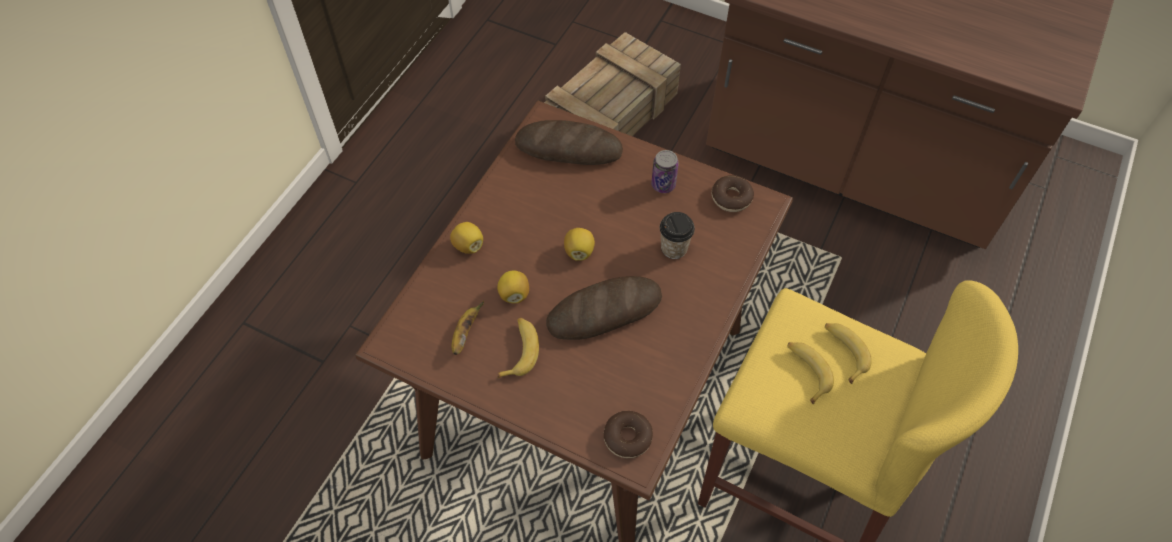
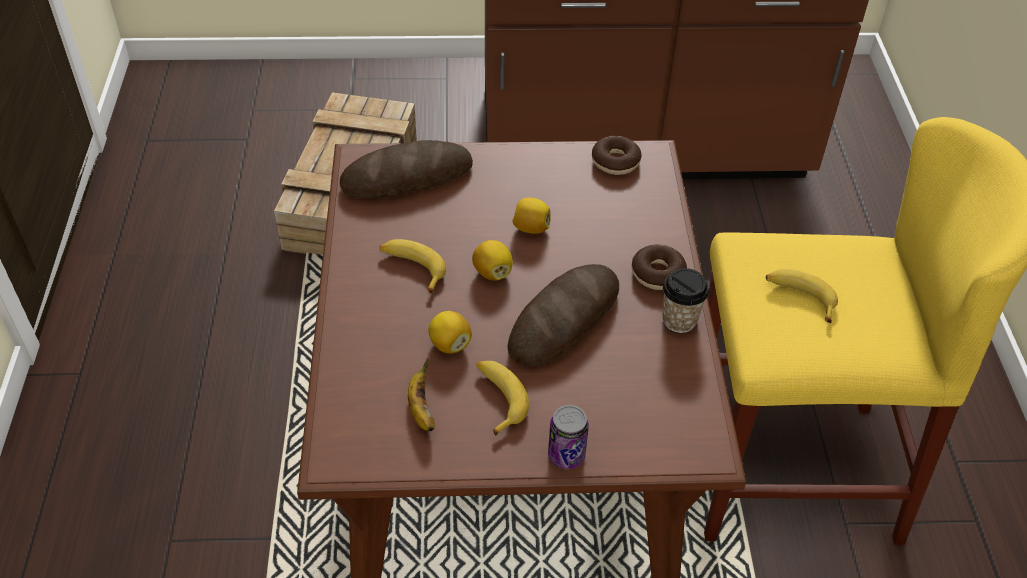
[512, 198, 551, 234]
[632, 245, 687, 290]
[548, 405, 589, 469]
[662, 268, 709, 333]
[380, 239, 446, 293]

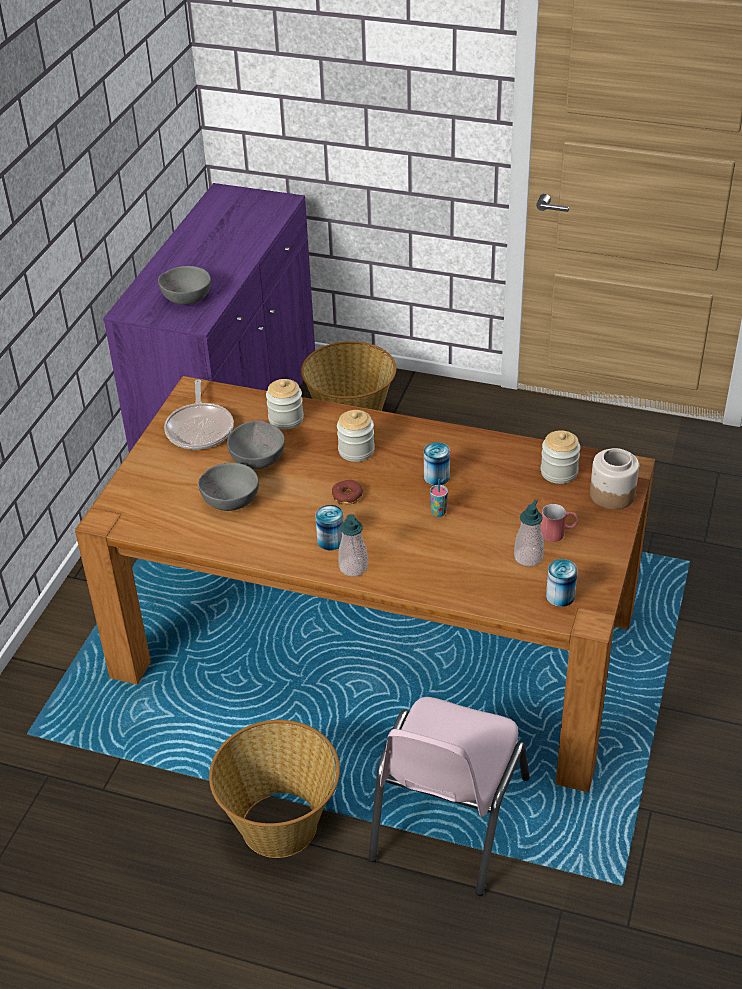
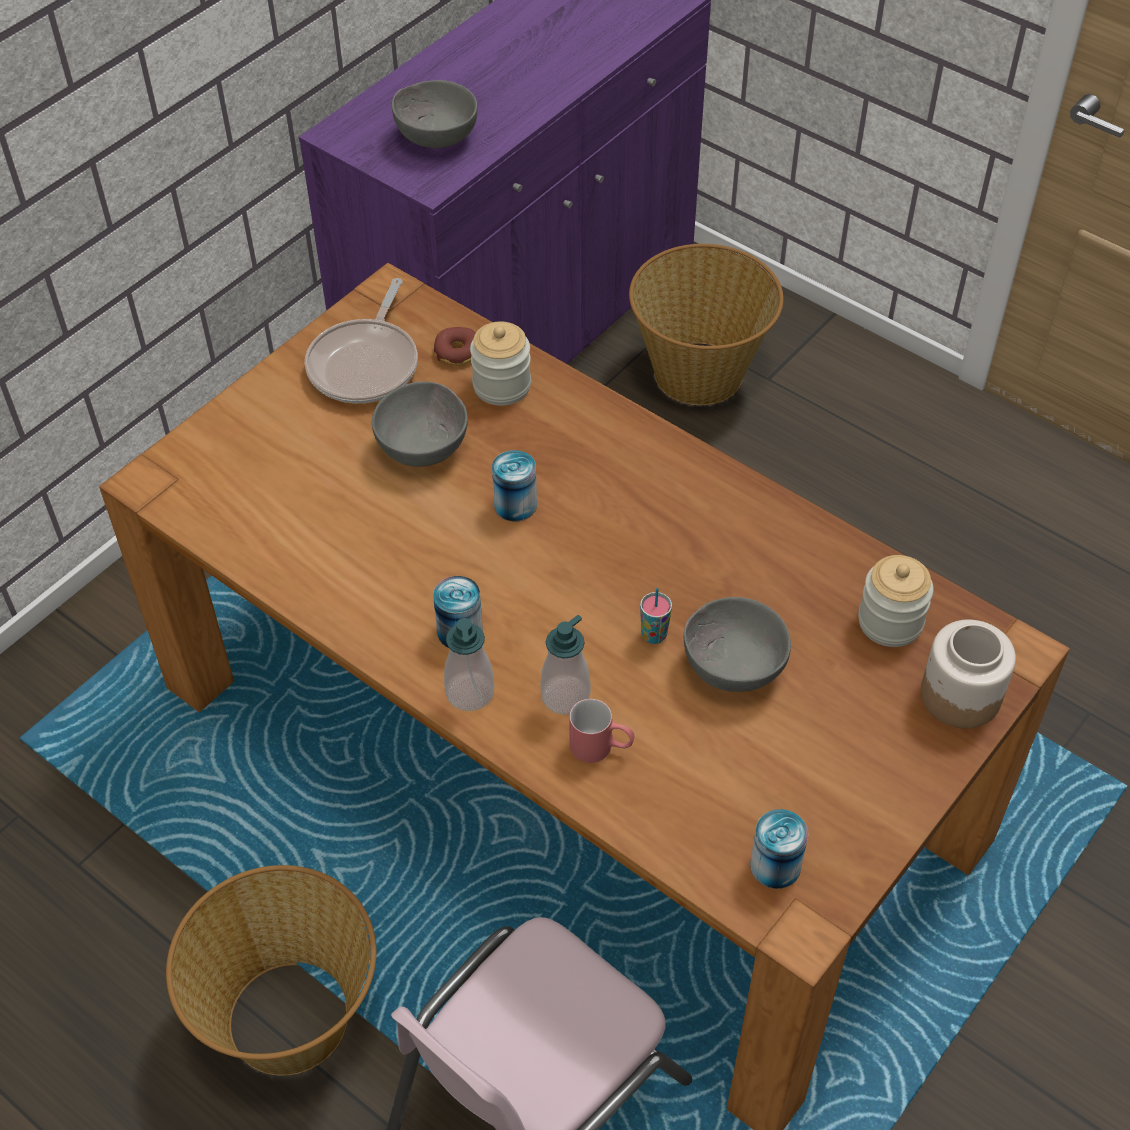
[337, 410, 375, 462] (first image)
[684, 597, 791, 692]
[434, 327, 476, 365]
[492, 450, 537, 521]
[540, 615, 590, 715]
[569, 699, 634, 763]

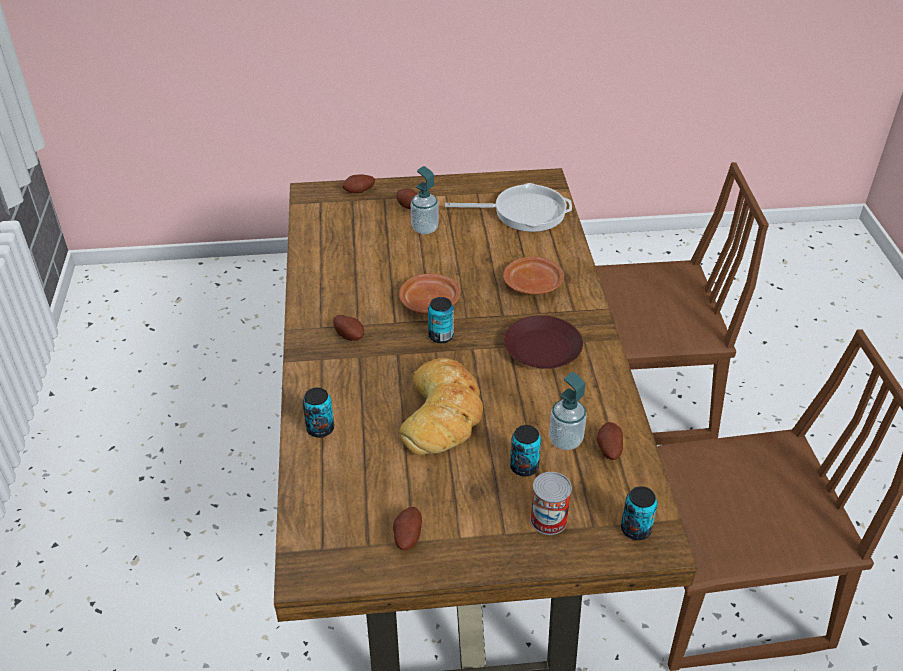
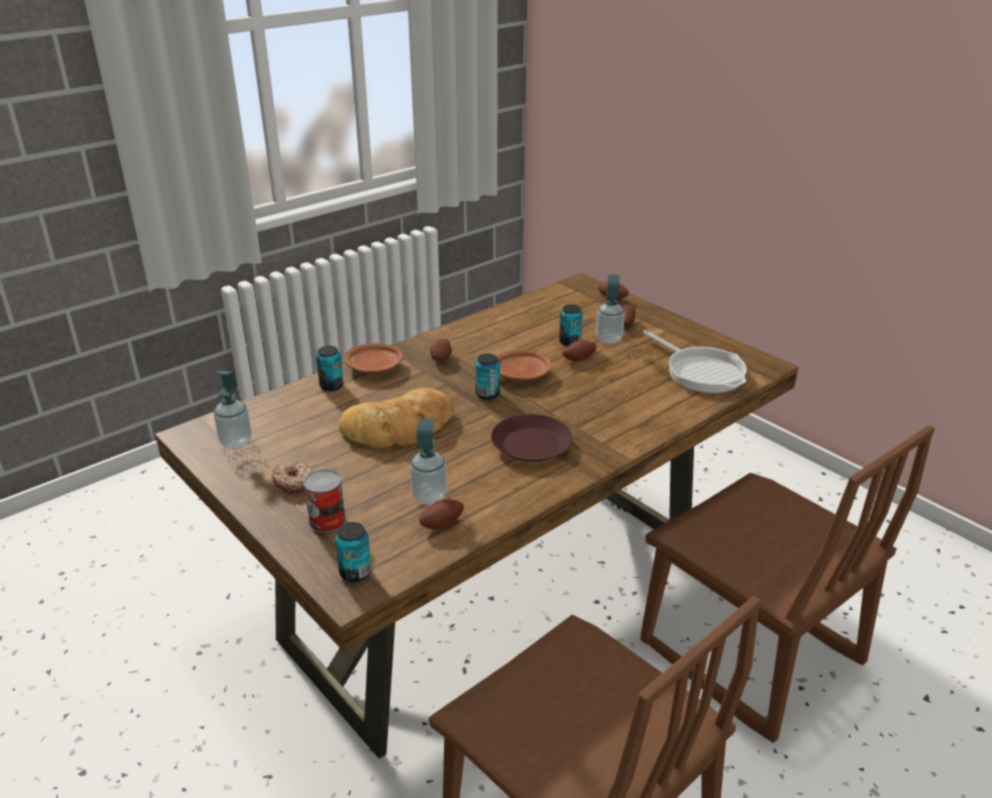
[213, 371, 252, 449]
[272, 461, 313, 494]
[562, 341, 596, 361]
[344, 343, 403, 373]
[559, 304, 583, 346]

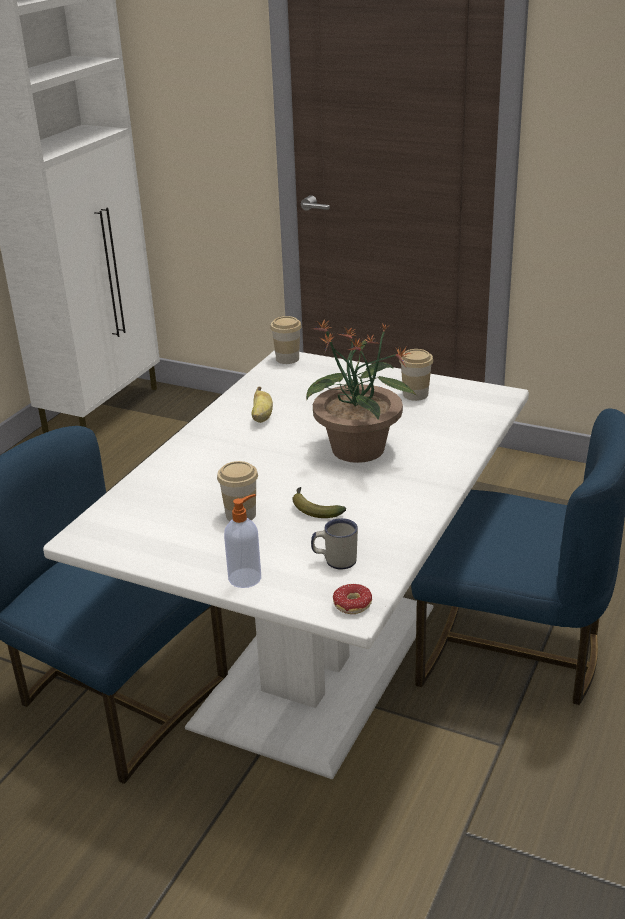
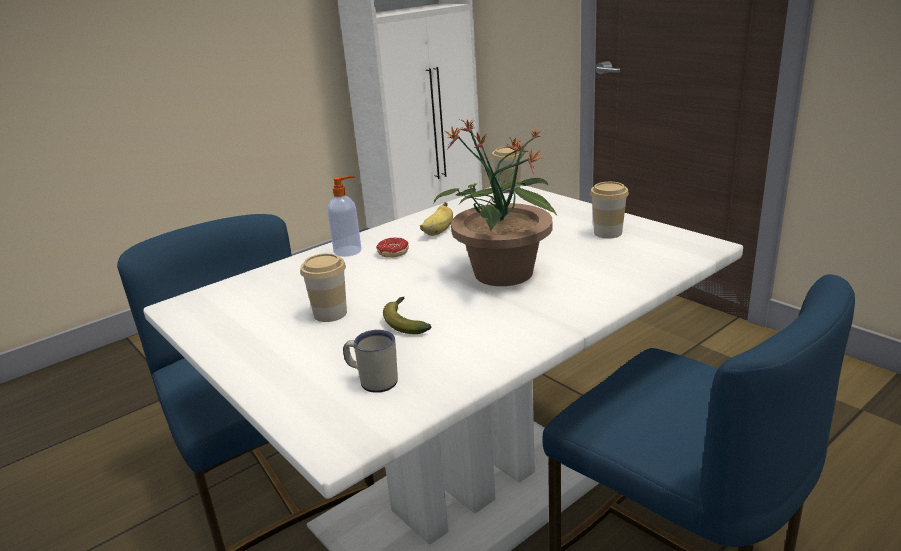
[327, 176, 361, 257]
[376, 237, 409, 258]

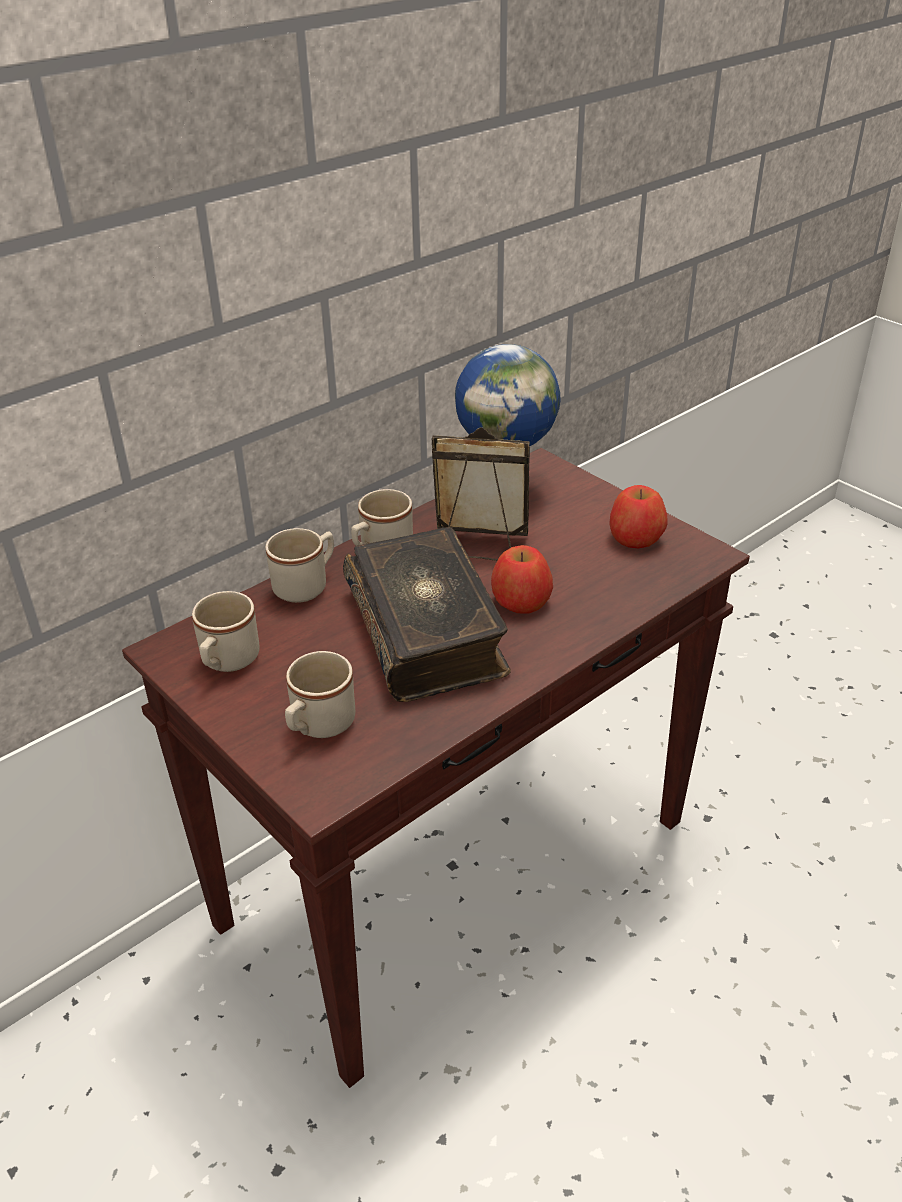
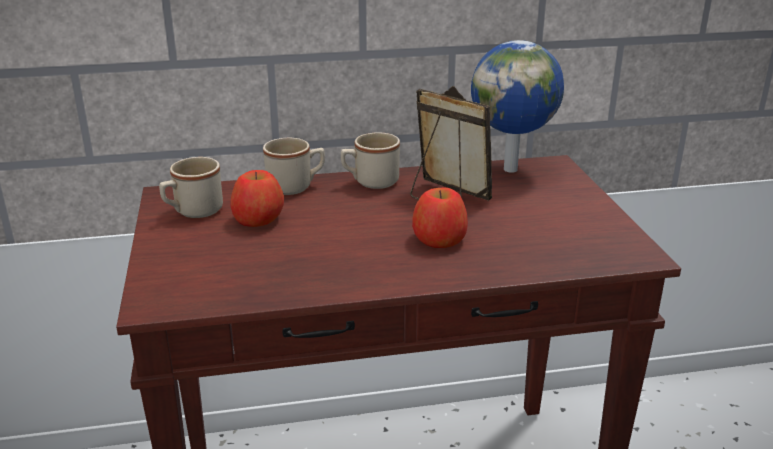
[285, 651, 355, 738] (first image)
[343, 527, 511, 702] (first image)
[230, 170, 284, 227]

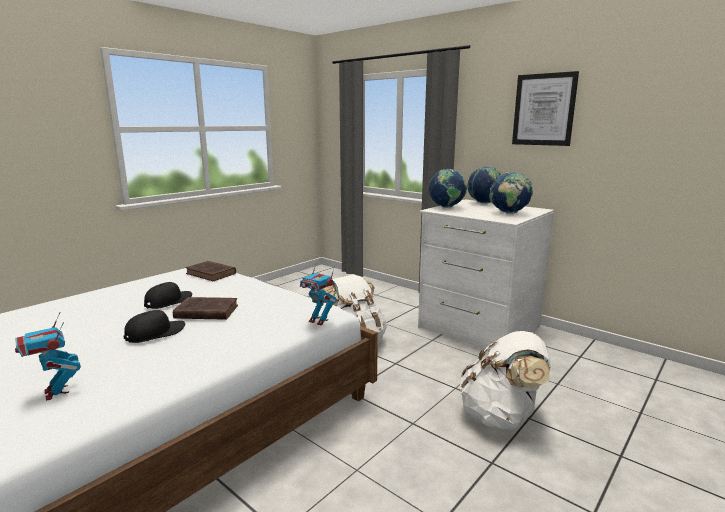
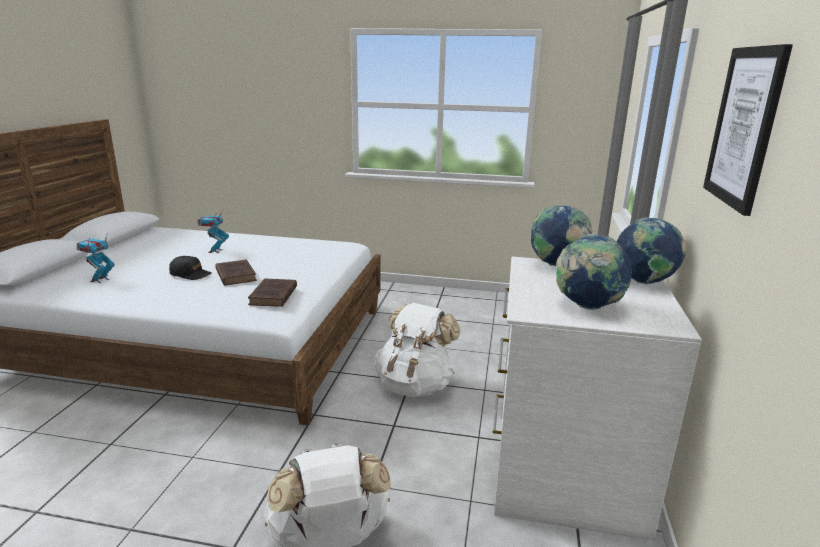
[144, 282, 192, 309] (first image)
[248, 279, 297, 307]
[197, 212, 229, 253]

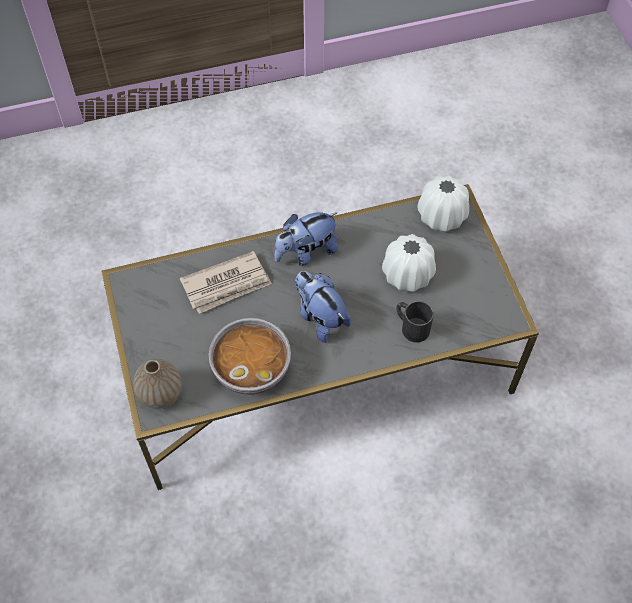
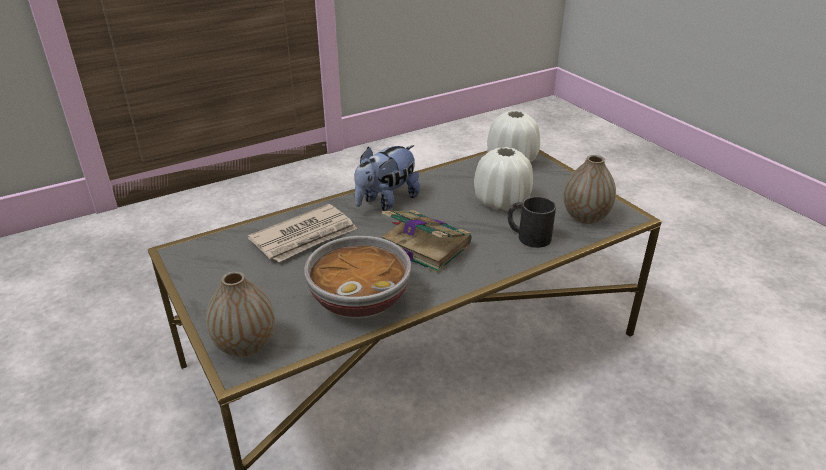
[564, 155, 616, 224]
[381, 210, 472, 273]

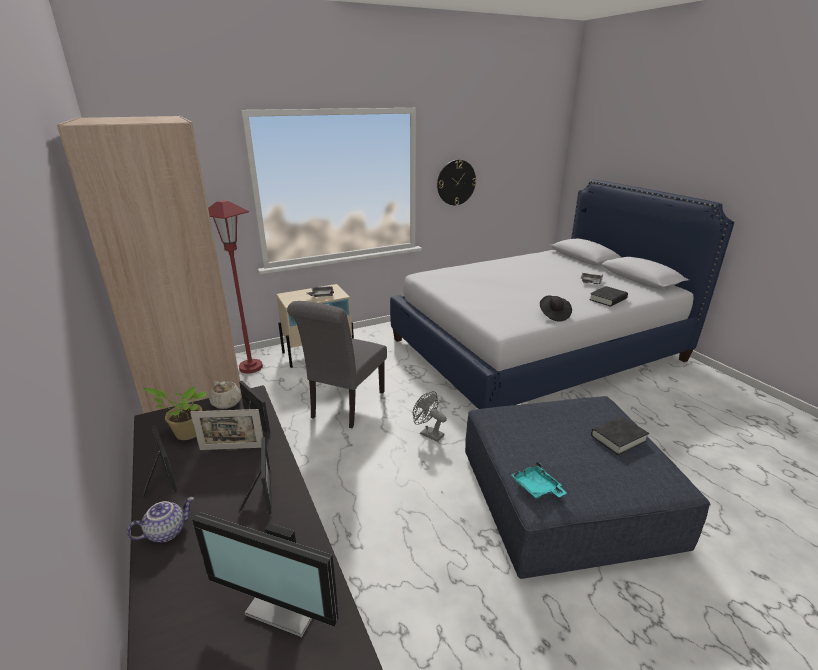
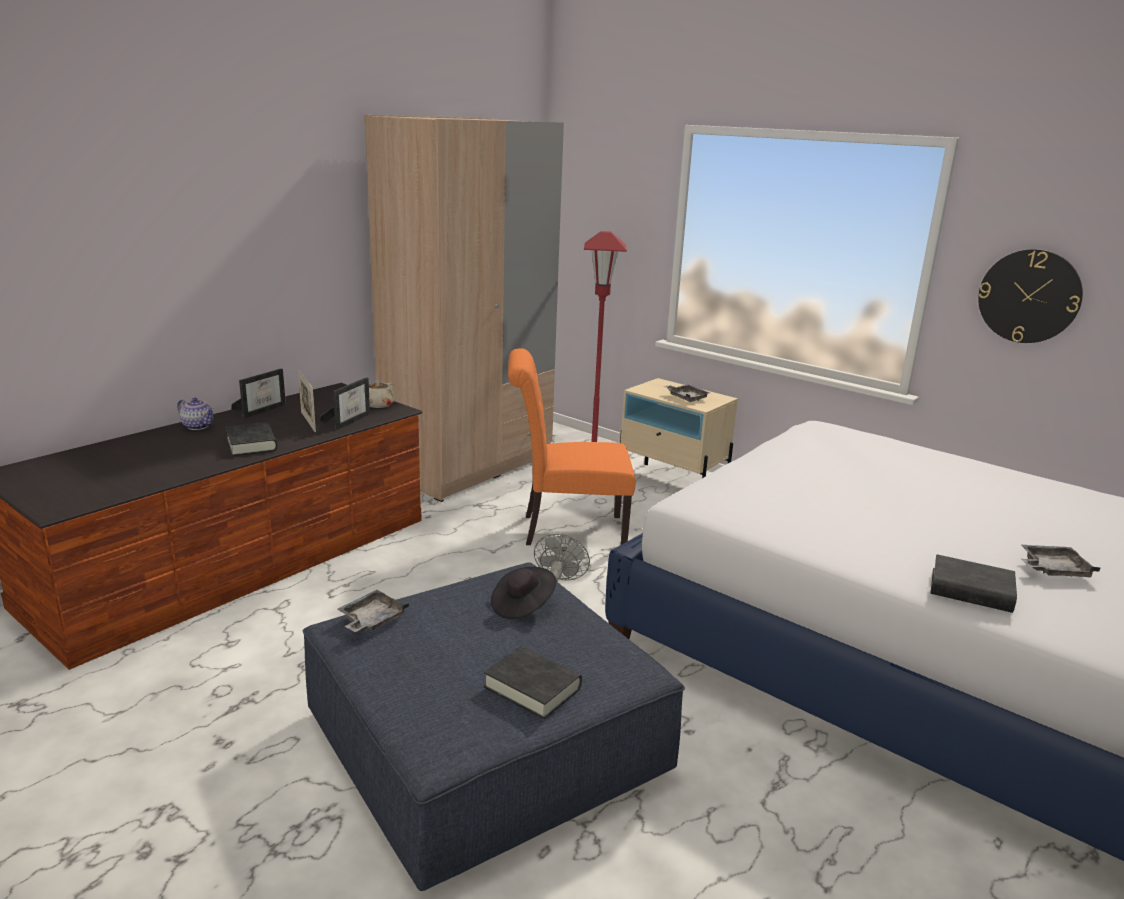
[143, 387, 206, 440] (first image)
[192, 512, 339, 637] (first image)
[491, 567, 556, 619]
[225, 422, 277, 456]
[508, 348, 636, 545]
[337, 590, 409, 632]

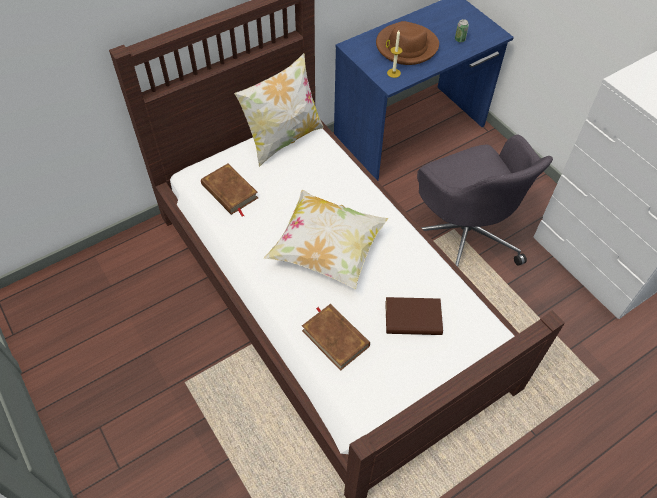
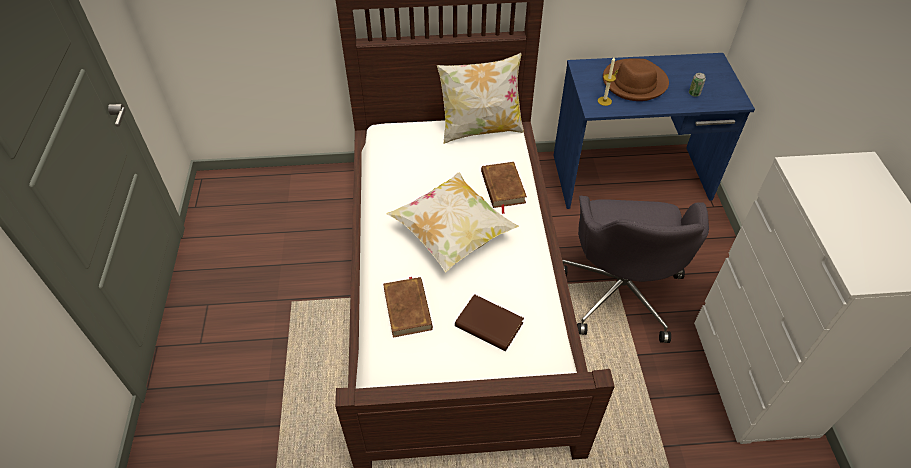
[481, 162, 527, 214]

